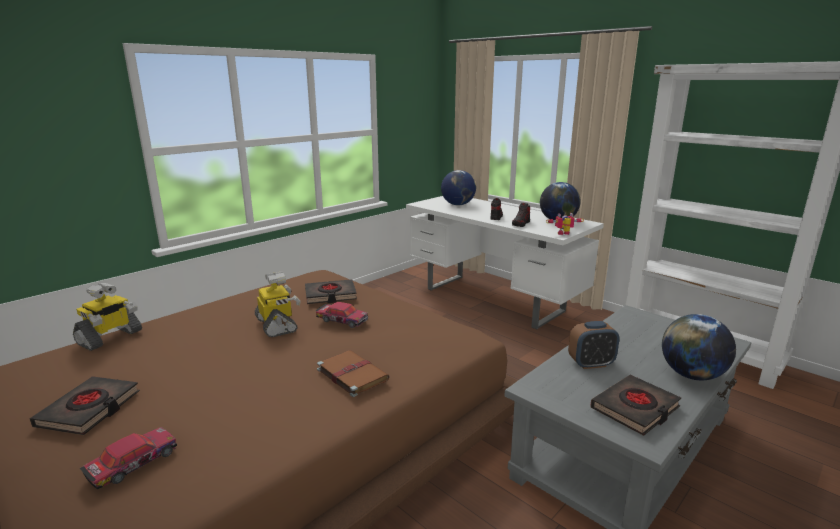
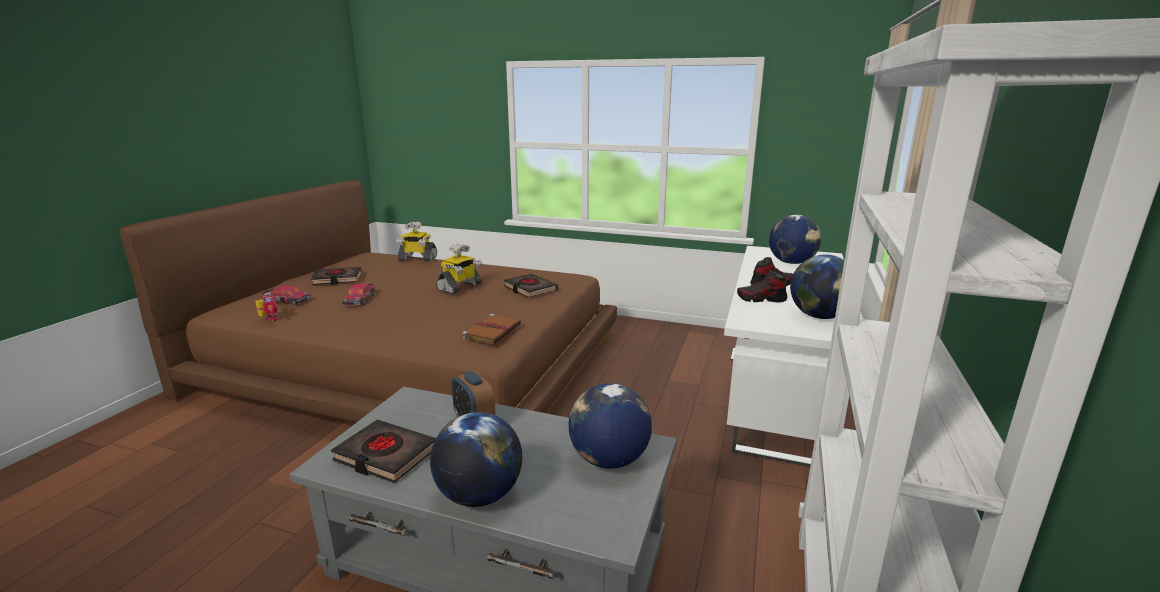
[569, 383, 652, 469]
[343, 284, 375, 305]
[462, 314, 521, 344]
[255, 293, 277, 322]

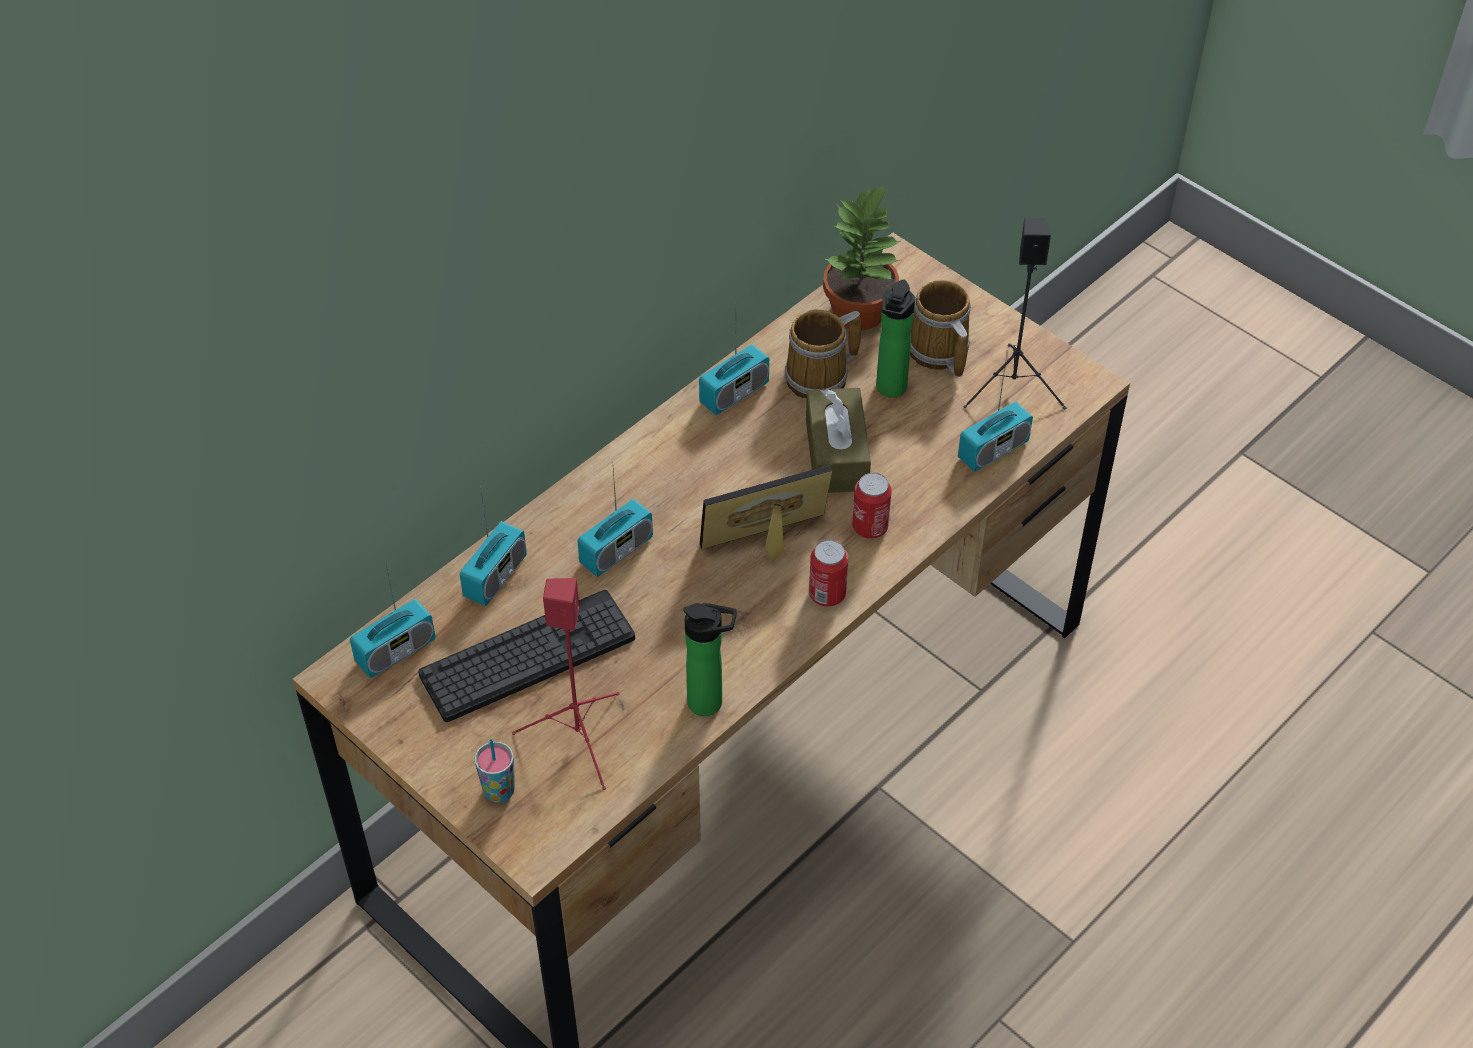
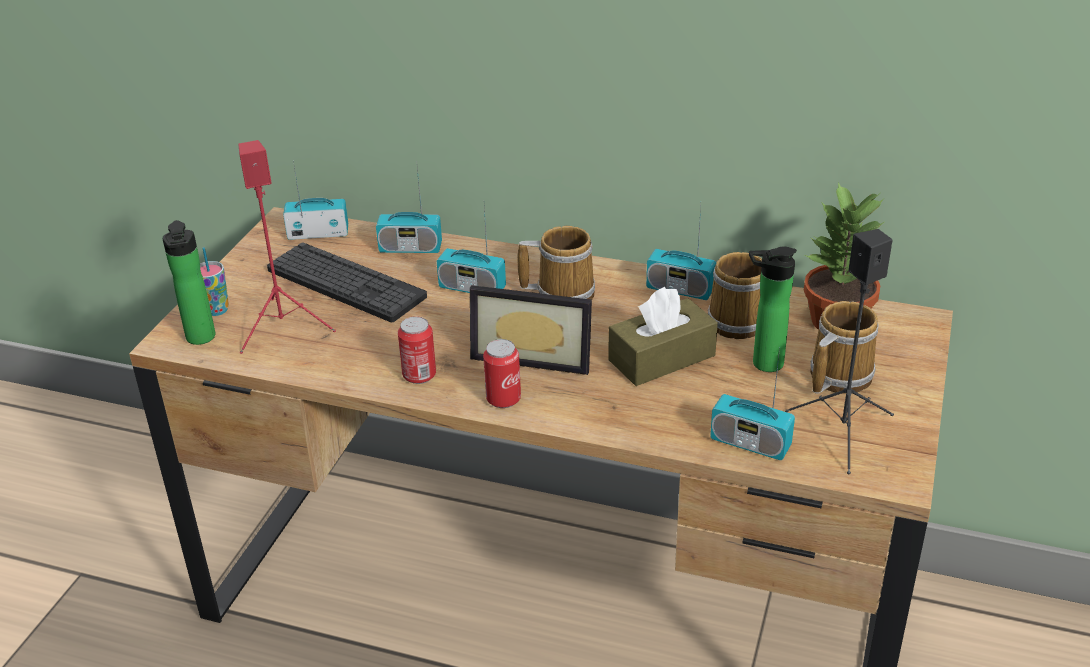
[517, 226, 595, 300]
[162, 220, 216, 345]
[398, 316, 436, 384]
[283, 161, 348, 240]
[470, 285, 592, 375]

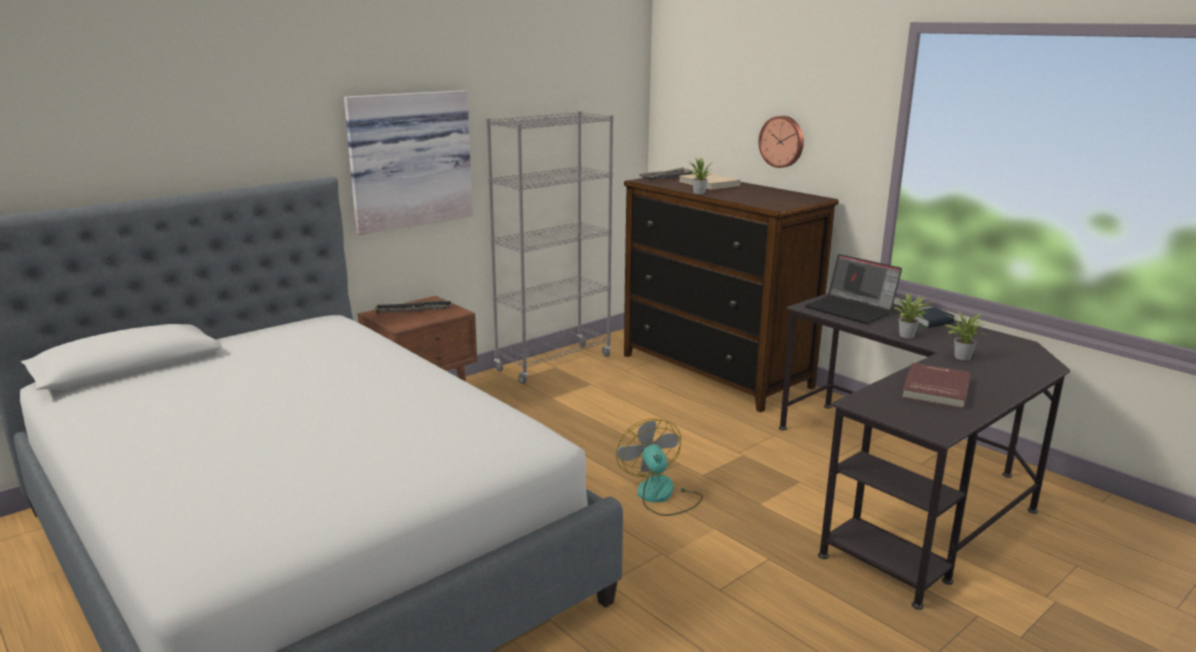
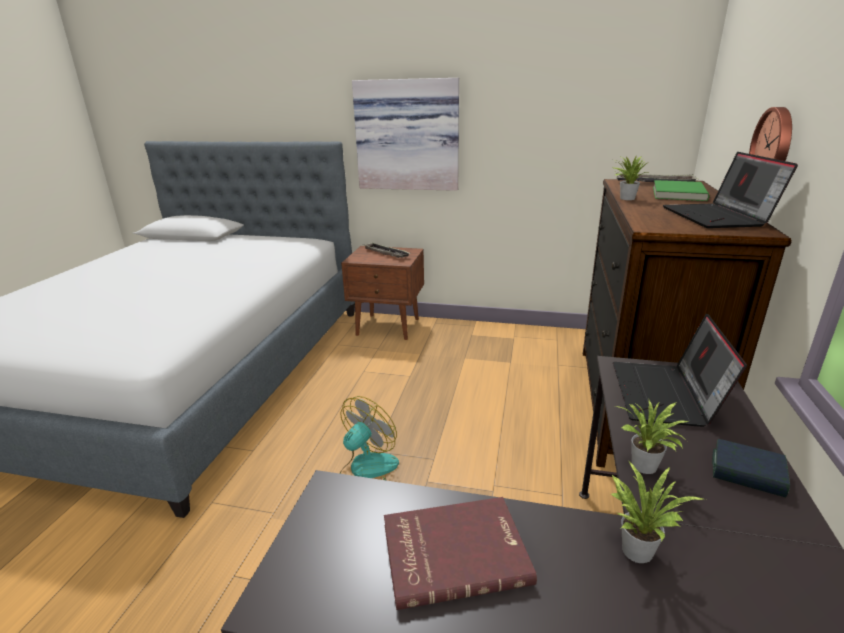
[486, 111, 613, 384] (first image)
[663, 152, 798, 228]
[653, 180, 709, 201]

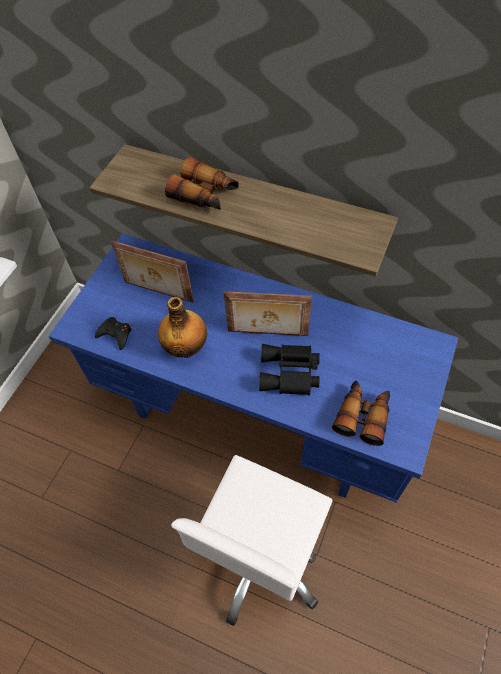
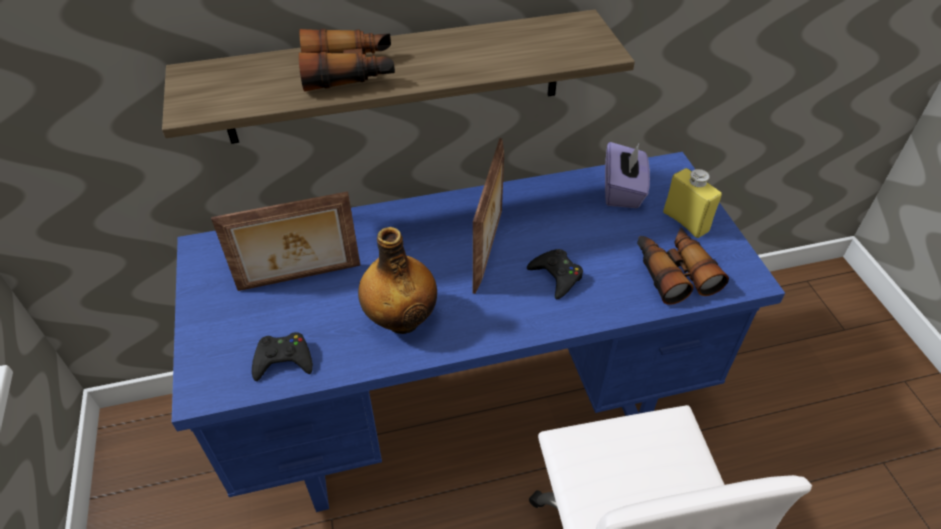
[605, 142, 650, 208]
[663, 168, 722, 238]
[527, 249, 583, 299]
[473, 138, 504, 294]

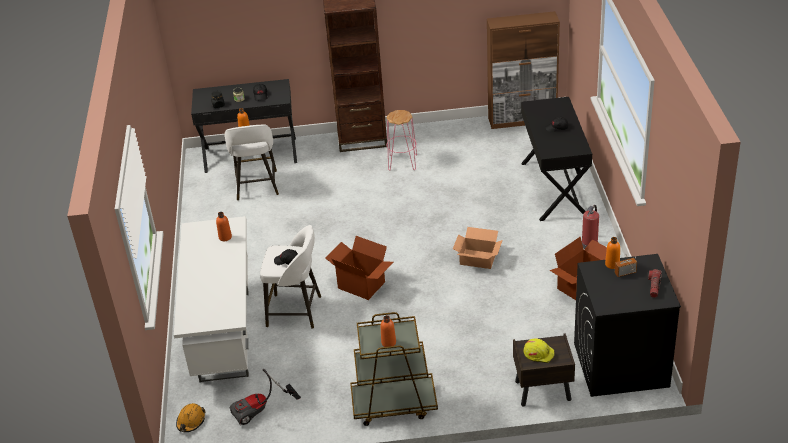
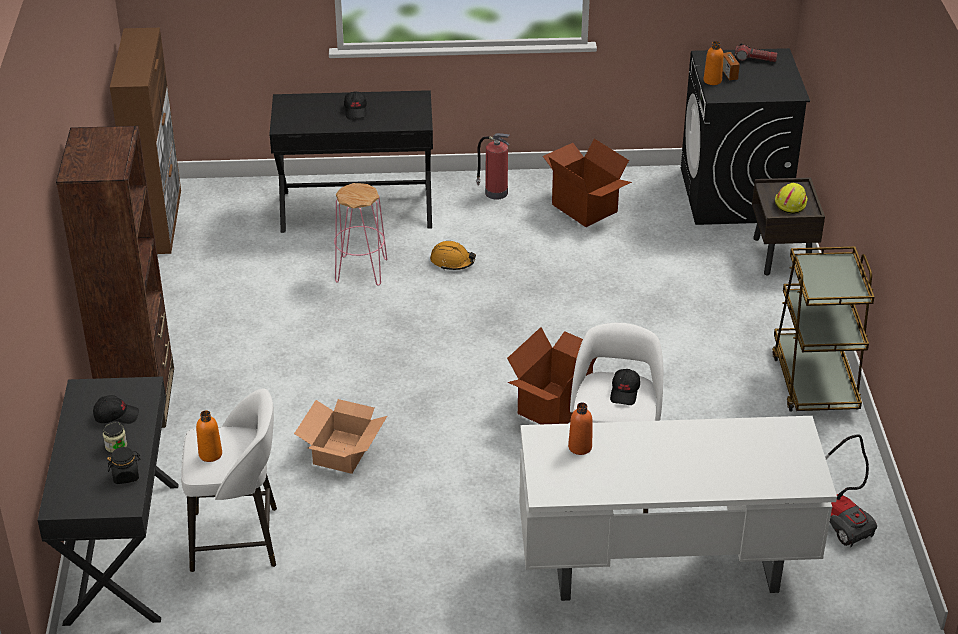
[381, 315, 396, 347] (first image)
[430, 241, 476, 270]
[334, 183, 387, 286]
[294, 399, 387, 474]

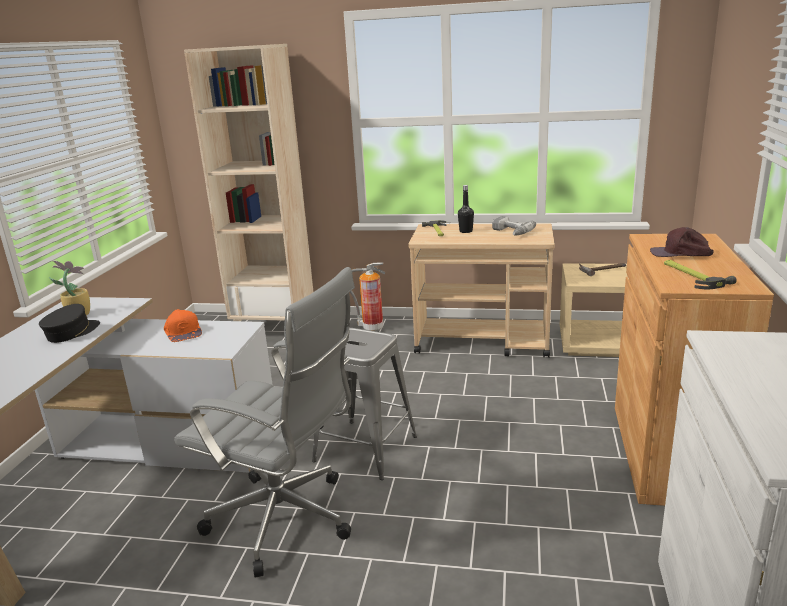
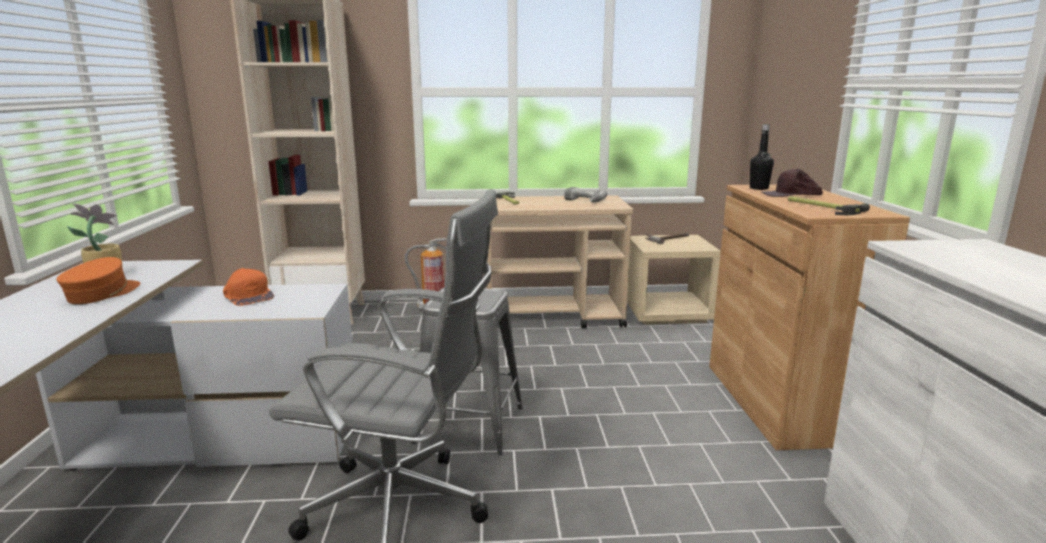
[750, 124, 774, 190]
[56, 257, 140, 304]

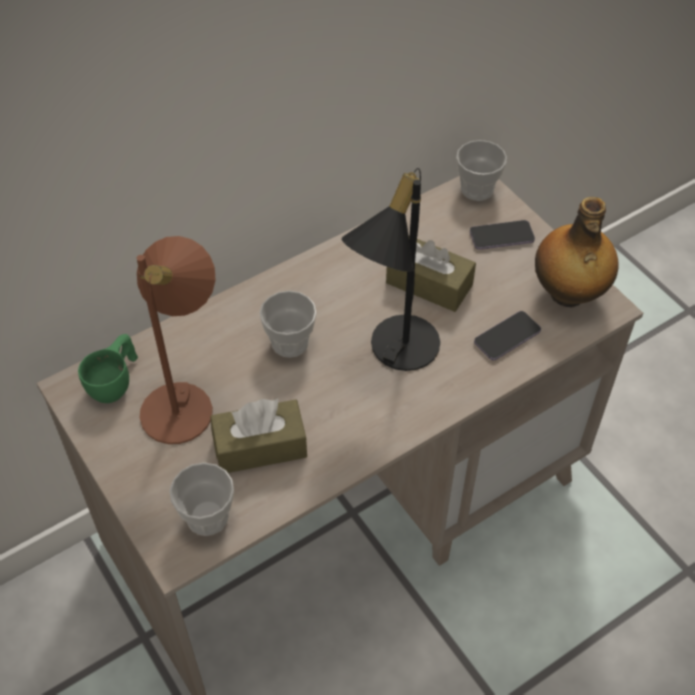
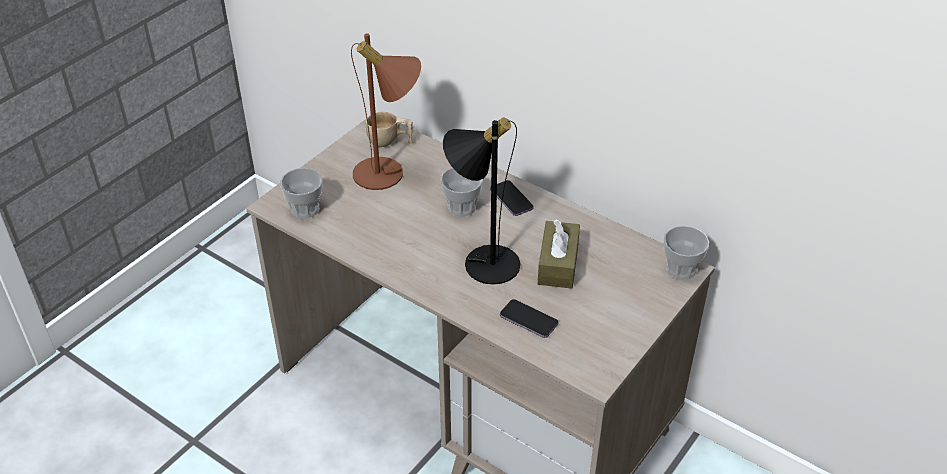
[210, 398, 307, 473] (first image)
[535, 197, 619, 307] (first image)
[490, 180, 534, 216]
[366, 112, 413, 147]

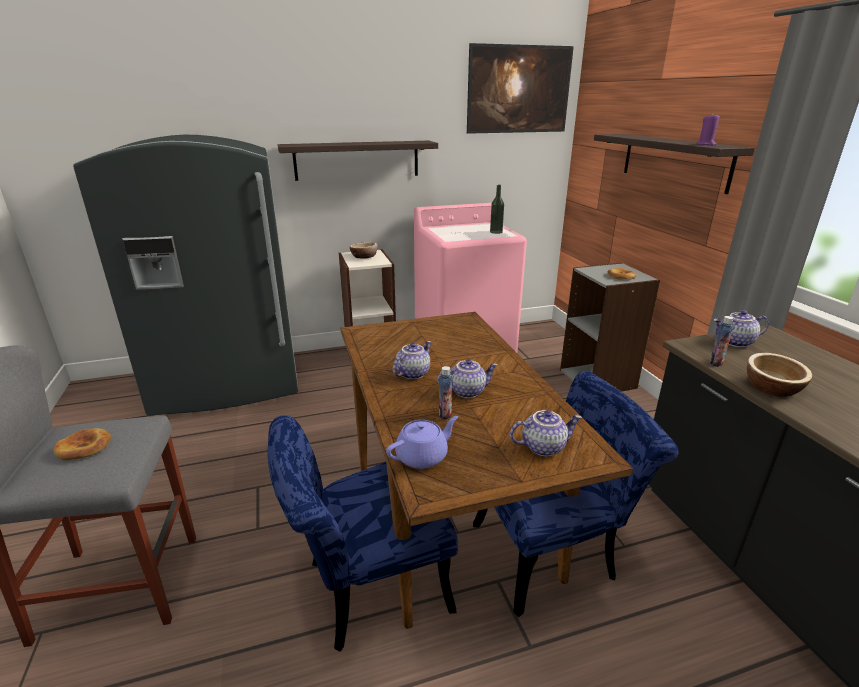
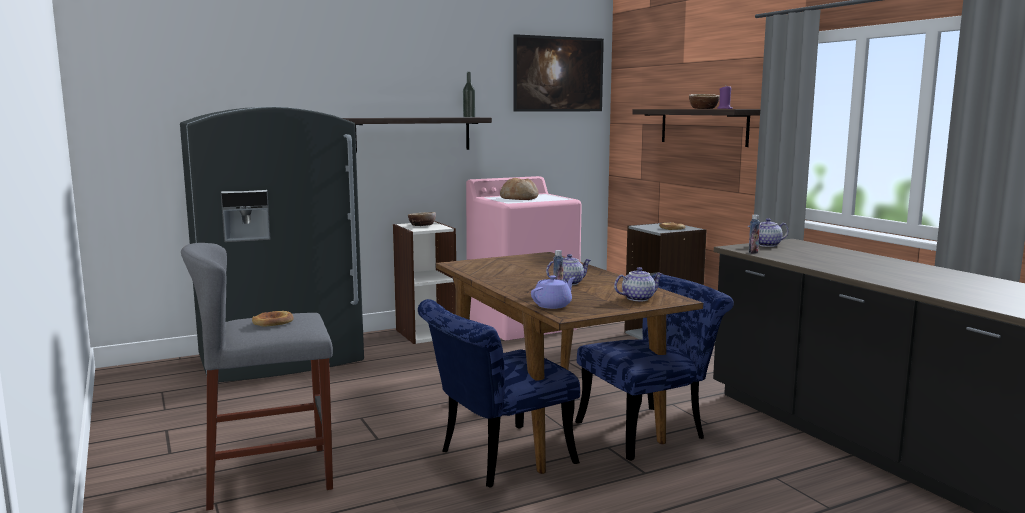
[393, 341, 431, 379] (first image)
[500, 178, 539, 200]
[463, 72, 475, 117]
[689, 94, 720, 109]

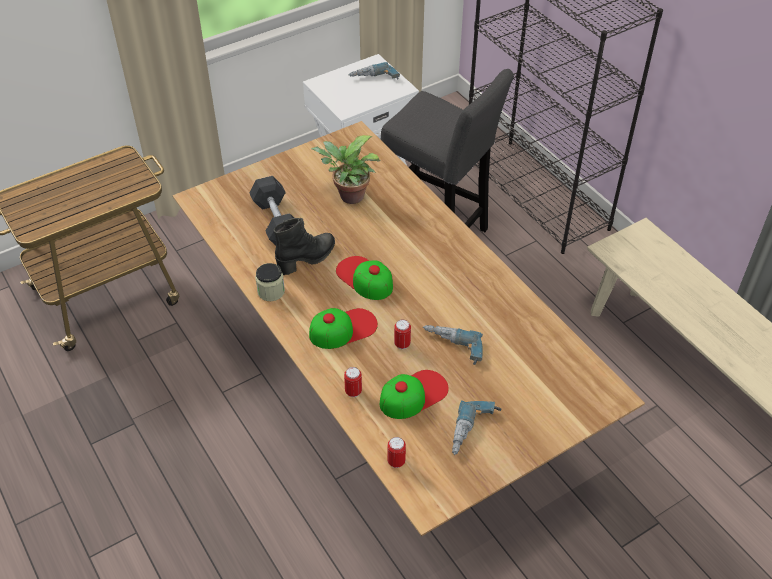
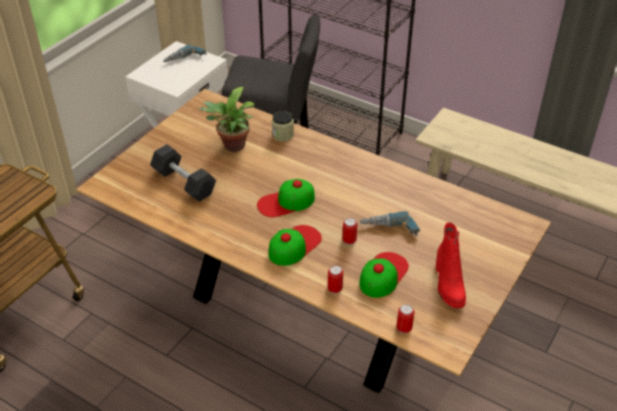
[274, 218, 335, 275] (first image)
[272, 111, 294, 141]
[436, 222, 466, 309]
[257, 179, 315, 217]

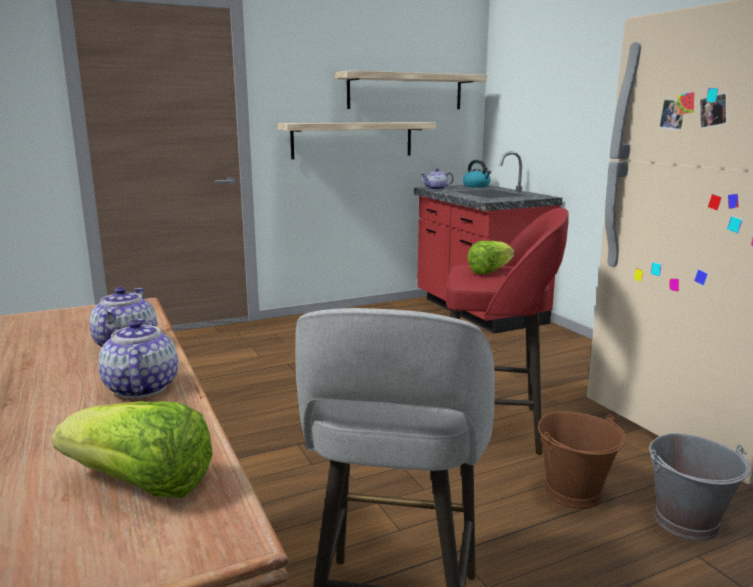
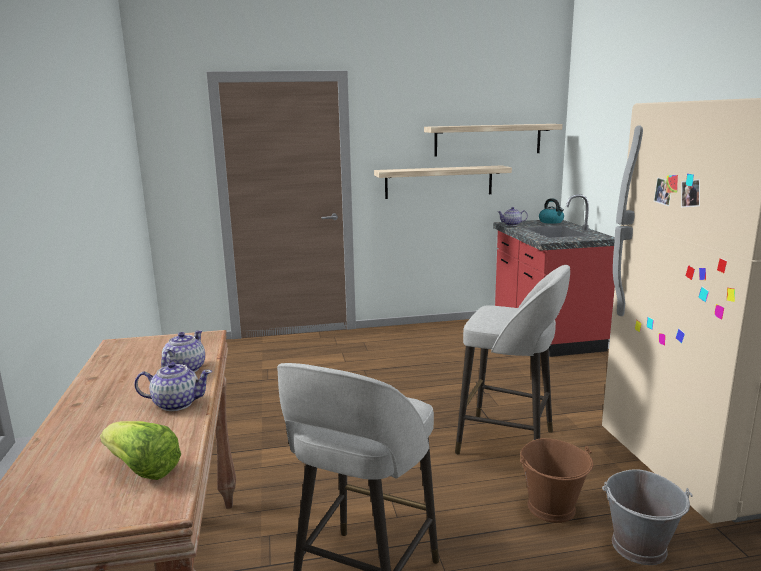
[467, 241, 514, 274] (first image)
[455, 265, 570, 455]
[134, 362, 212, 411]

